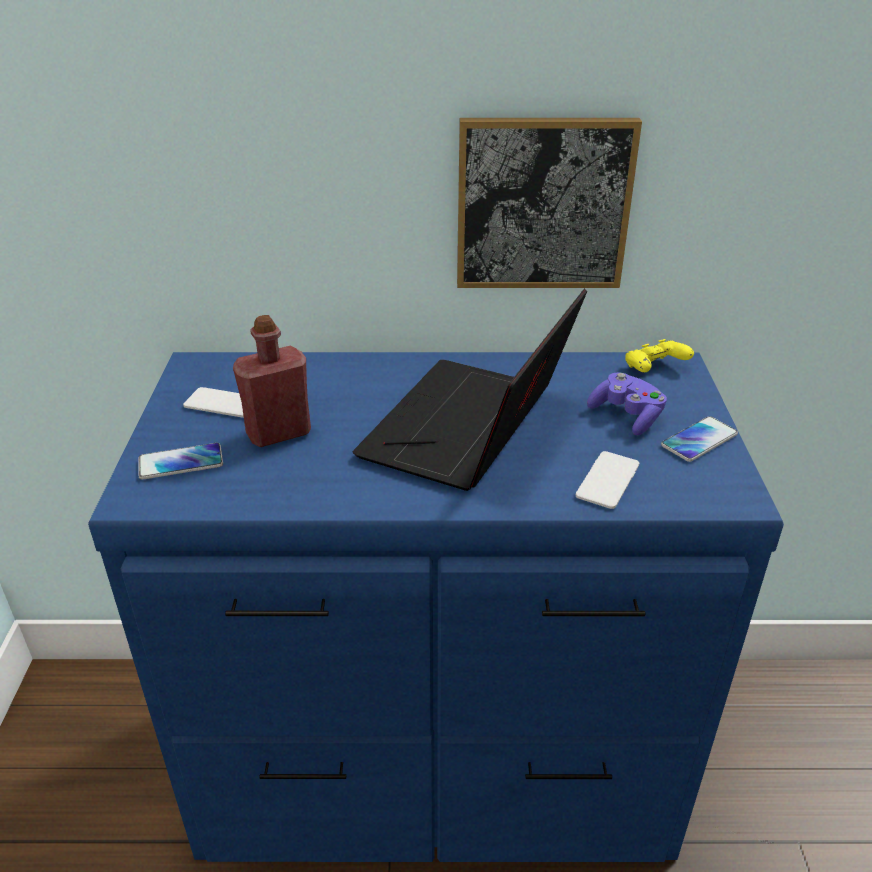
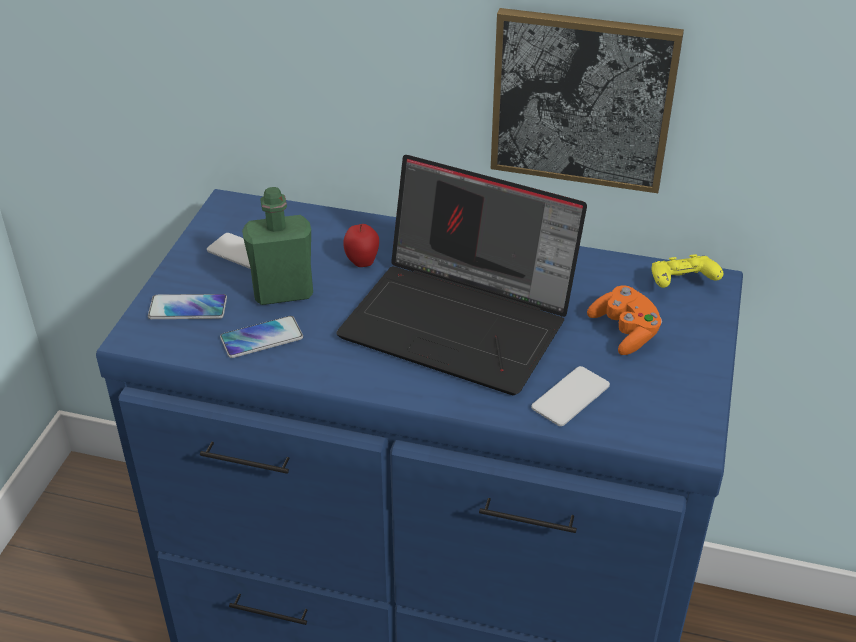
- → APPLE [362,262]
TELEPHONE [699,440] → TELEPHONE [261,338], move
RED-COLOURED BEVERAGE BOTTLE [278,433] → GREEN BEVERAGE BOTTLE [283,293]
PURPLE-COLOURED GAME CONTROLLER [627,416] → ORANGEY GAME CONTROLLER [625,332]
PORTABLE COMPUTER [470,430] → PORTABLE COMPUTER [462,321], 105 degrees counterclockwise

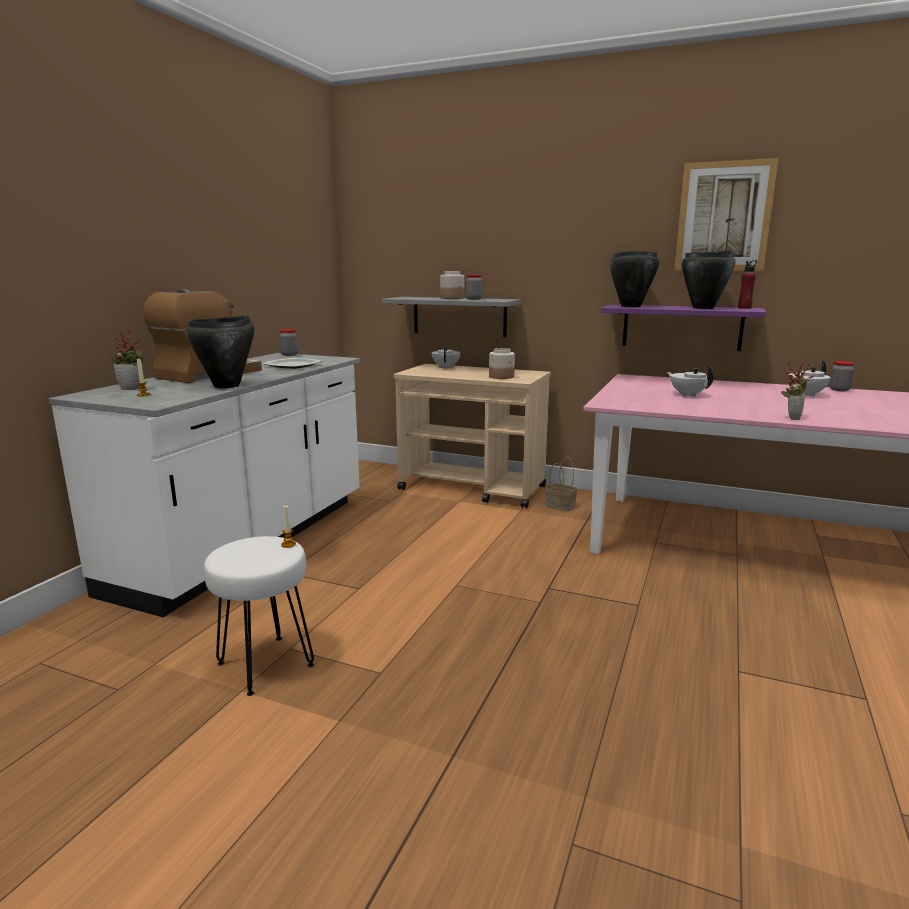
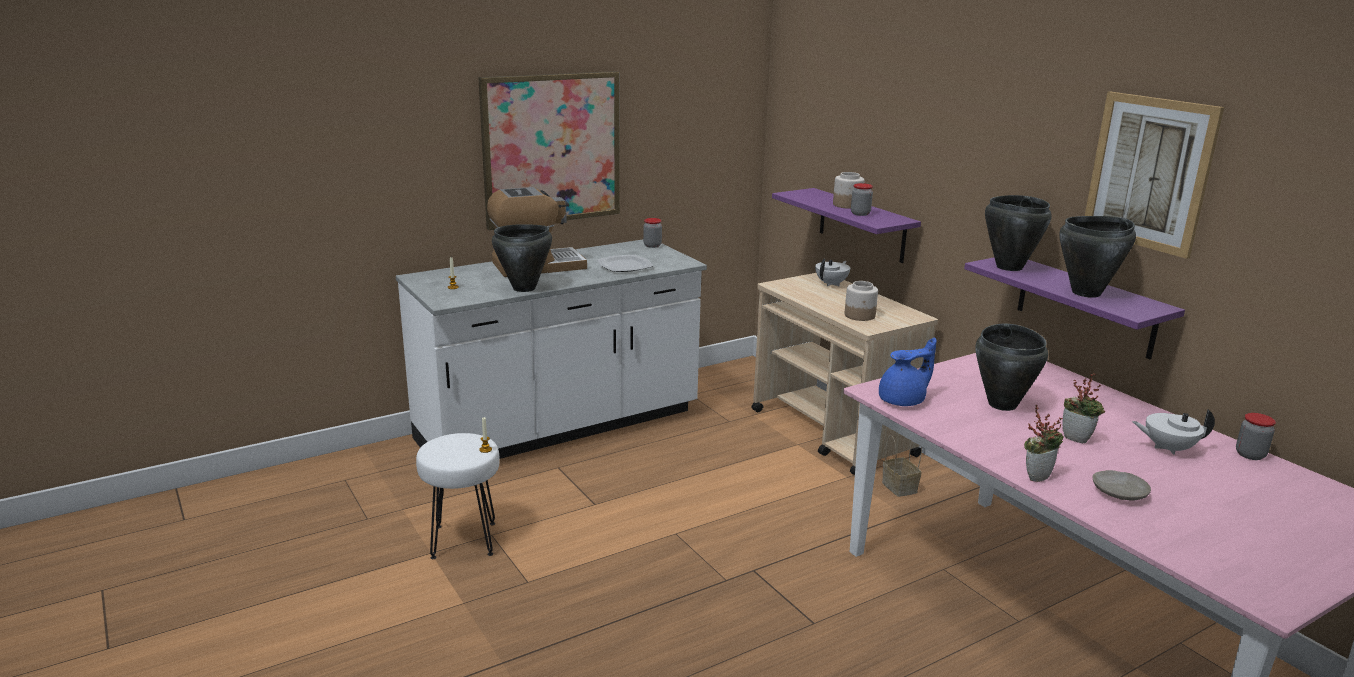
RED-COLOURED BEVERAGE BOTTLE [744,308] → -
- → PICTURE [552,149]
- → BLUE-COLOURED TEA POT [904,401]
- → BEIGE FLAT DISH [1119,493]
HOUSEPLANT [133,388] → HOUSEPLANT [1078,438], move
WHITE TEA POT [687,395] → BLACK-COLOURED SAUCEPOT [1003,404]
GRAY WALL SHELF [459,316] → PURPLE-COLOURED WALL SHELF [862,225]

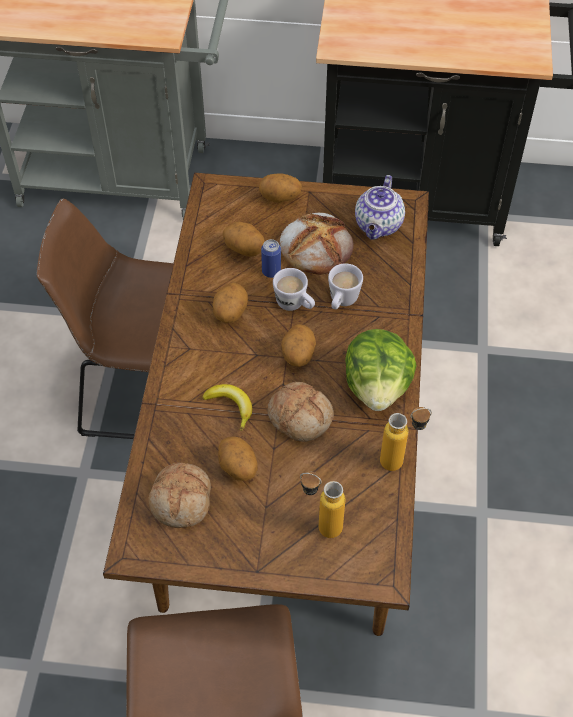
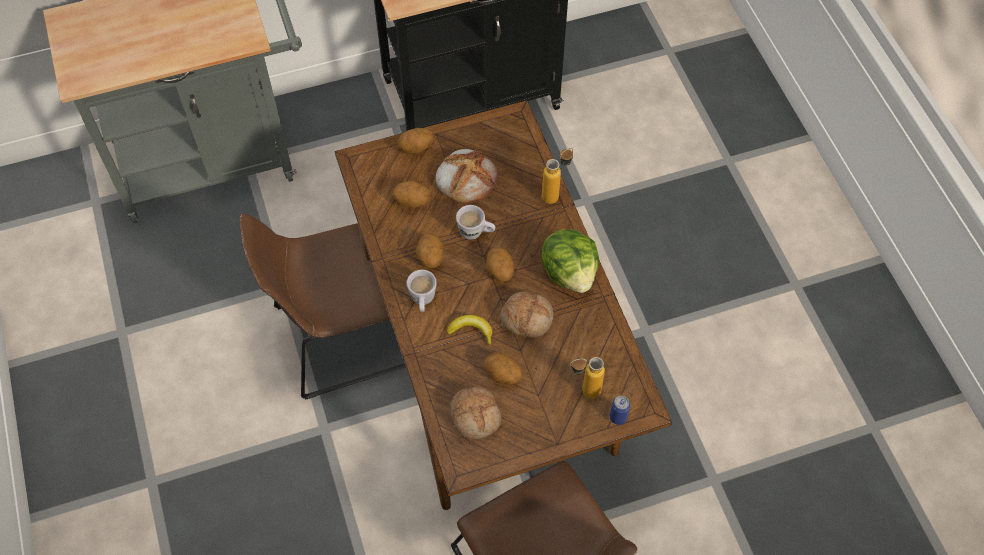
TEA POT [378,226] → -
SEALED CAN [271,271] → SEALED CAN [618,417], move
WHITE COFFEE MUG [341,302] → WHITE COFFEE MUG [422,301], move
BEVERAGE BOTTLE [401,460] → BEVERAGE BOTTLE [556,194], move

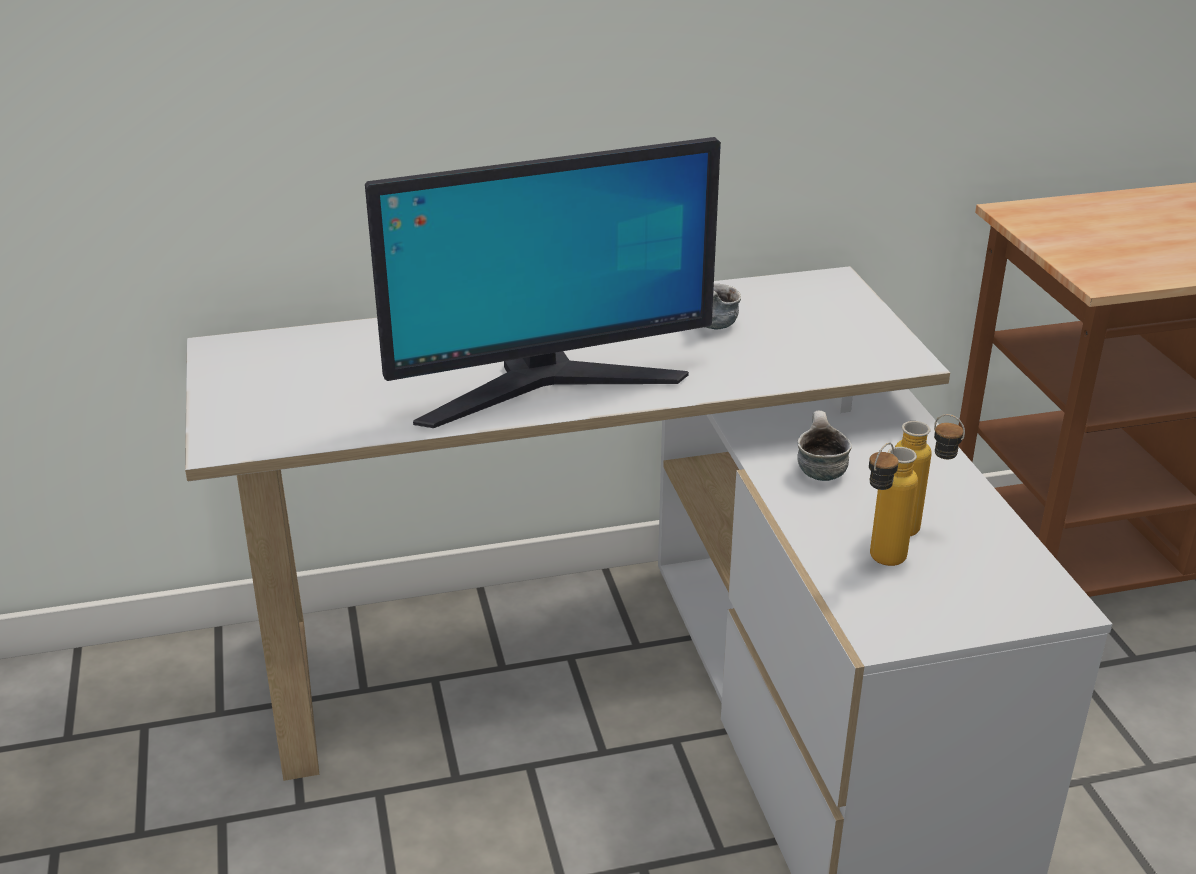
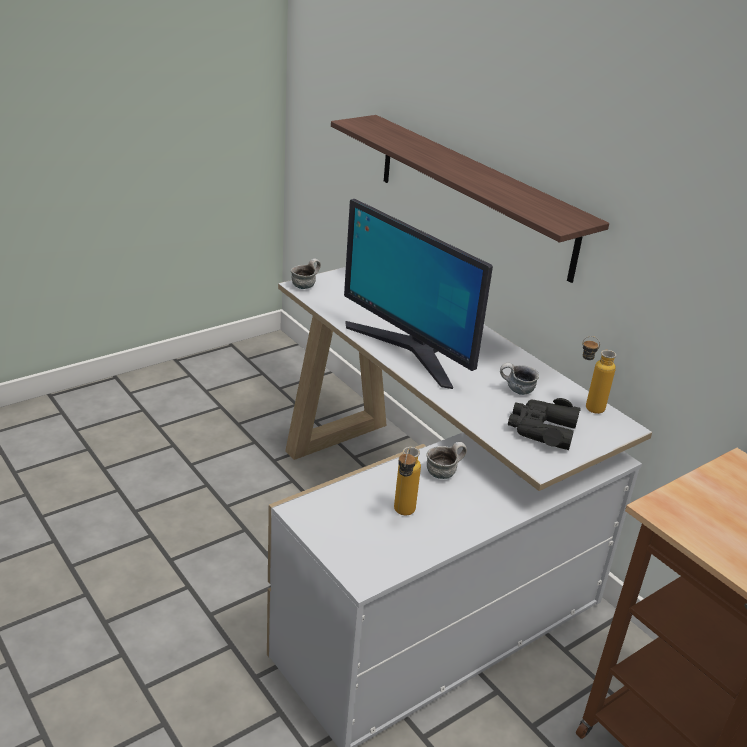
- → COFFEE MUG [305,285]
- → WALL SHELF [473,194]
- → BLACK-COLOURED FIELD GLASSES [541,430]
BEVERAGE BOTTLE [879,563] → BEVERAGE BOTTLE [586,407], move

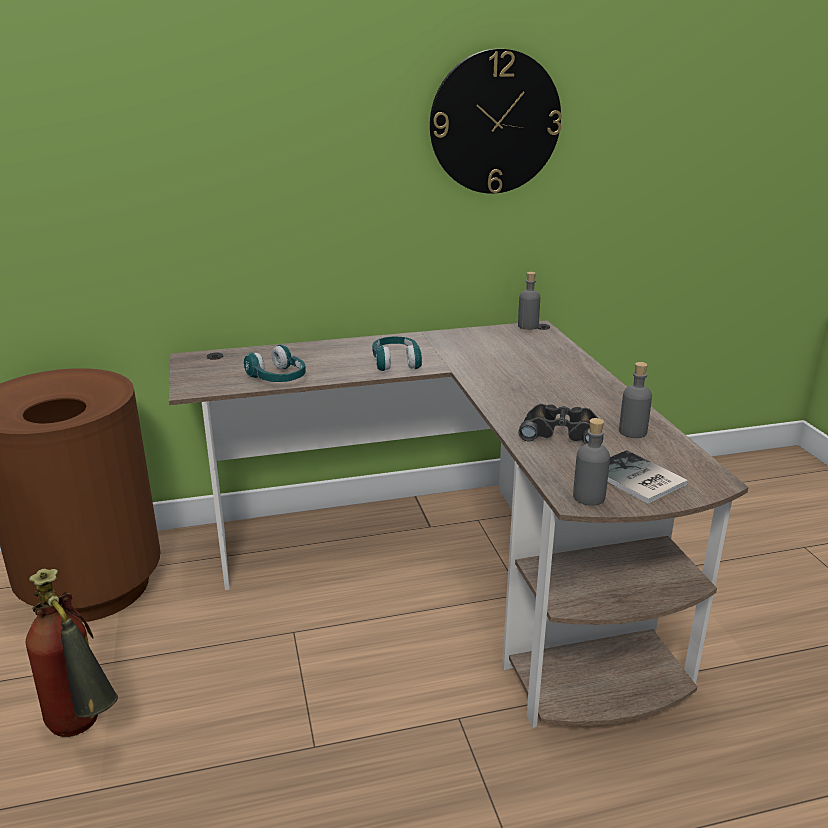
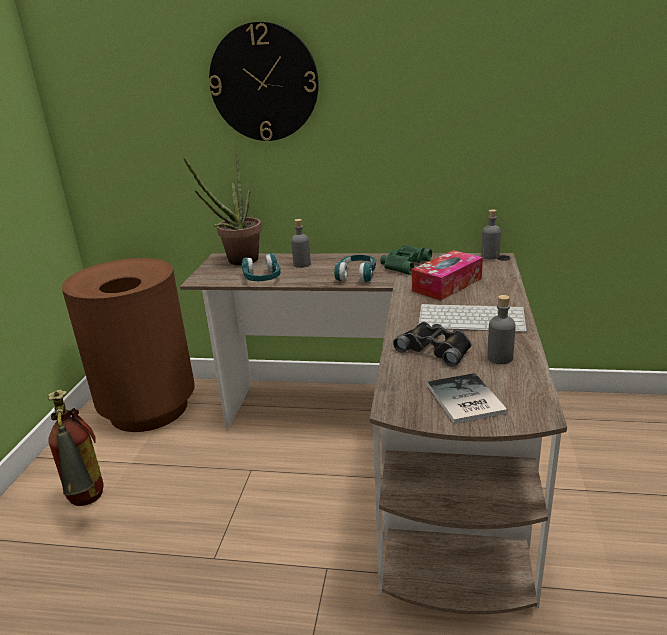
- → HOUSEPLANT [238,262]
- → GREEN FIELD GLASSES [404,264]
- → TISSUE HOLDER [447,285]
- → KEYBOARD [472,319]
WALL CLOCK [495,123] → WALL CLOCK [264,83], move
GRAY BEVERAGE BOTTLE [588,497] → GRAY BEVERAGE BOTTLE [302,264], move

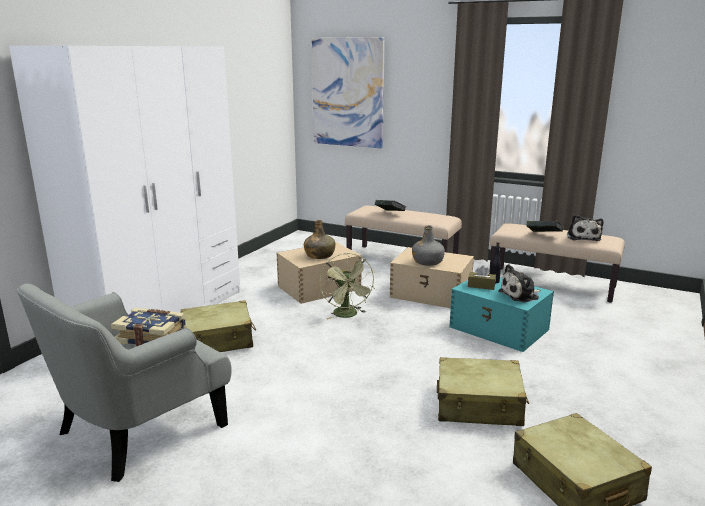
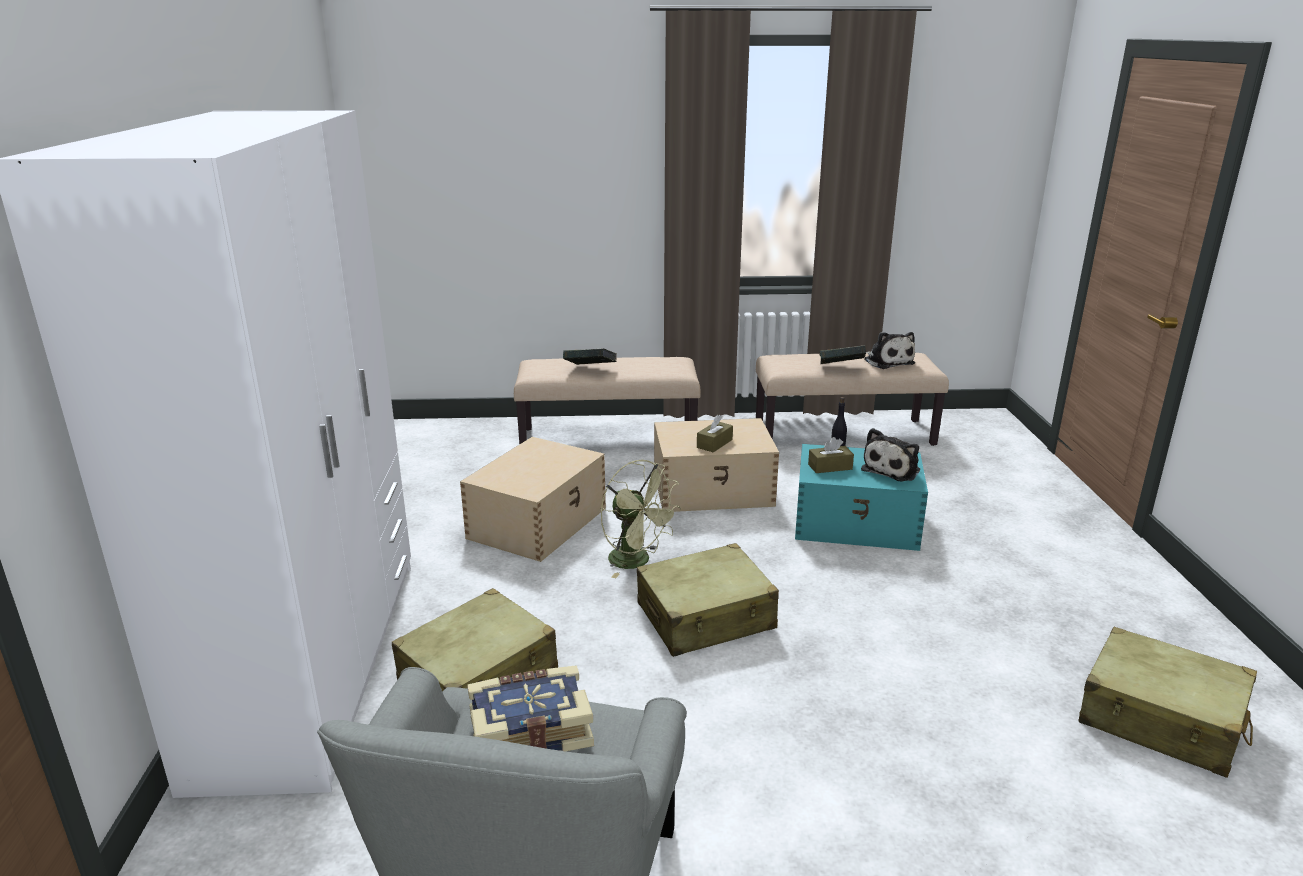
GREEN BEVERAGE BOTTLE [319,256] → -
PICTURE [348,93] → -
BEIGE PIECE OF LUGGAGE [479,405] → BEIGE PIECE OF LUGGAGE [706,617], move
GRAY BEVERAGE BOTTLE [427,262] → BROWN TISSUE HOLDER [714,443]

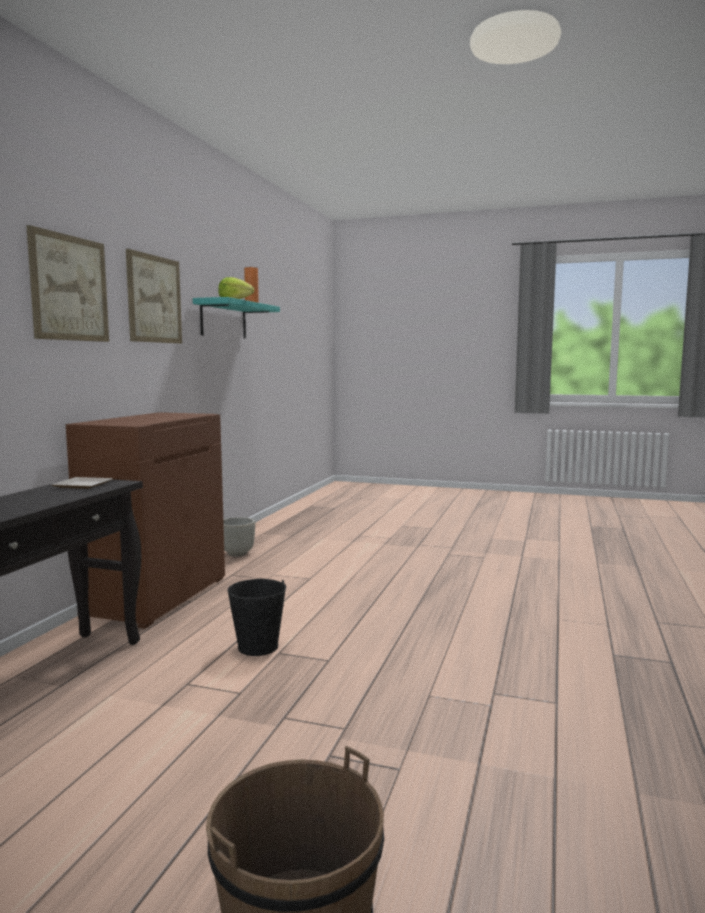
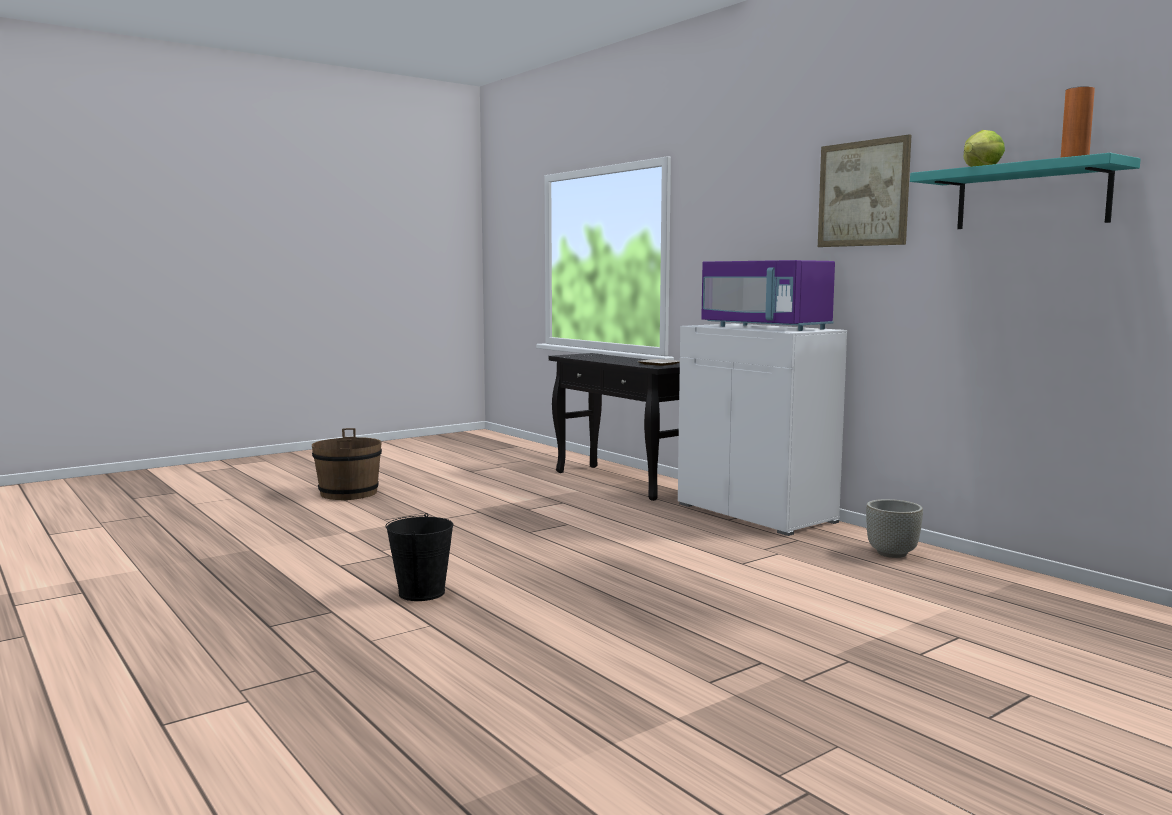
PICTURE [69,288] → -
- → PURPLE-COLOURED MICROWAVE OVEN [765,328]
BLACK-COLOURED PAIL [257,647] → BLACK-COLOURED PAIL [422,593], move
BROWN STORAGE CABINET [156,596] → WHITE STORAGE CABINET [757,513]

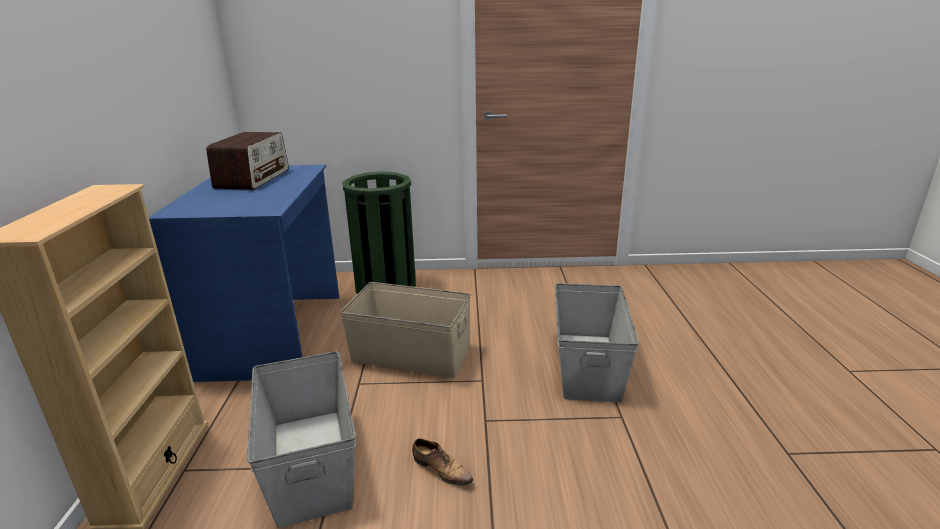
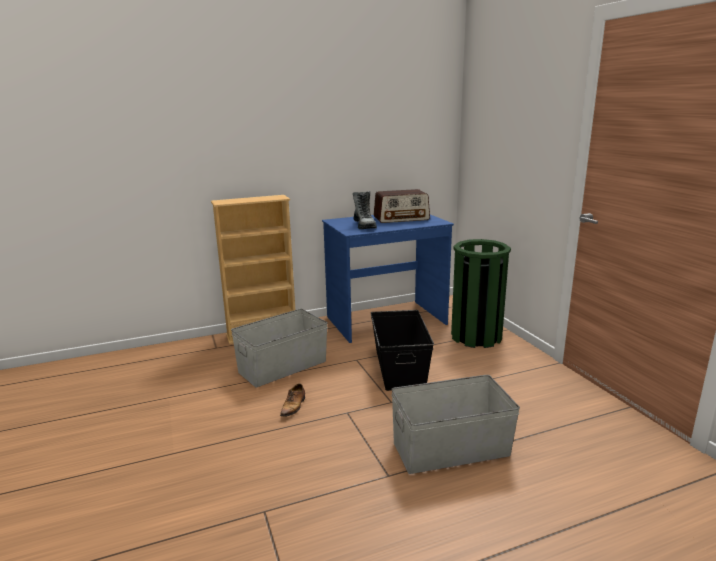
- → BOOT [364,225]
BEIGE STORAGE CONTAINER [410,355] → BLACK-COLOURED STORAGE CONTAINER [400,368]

